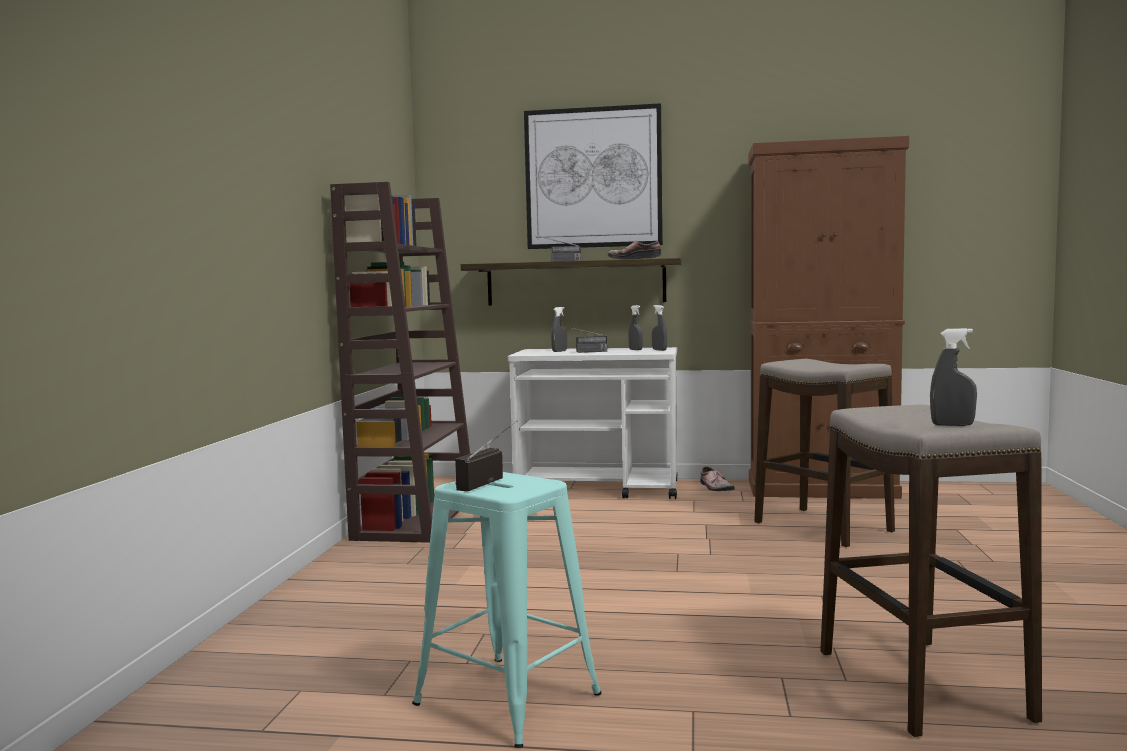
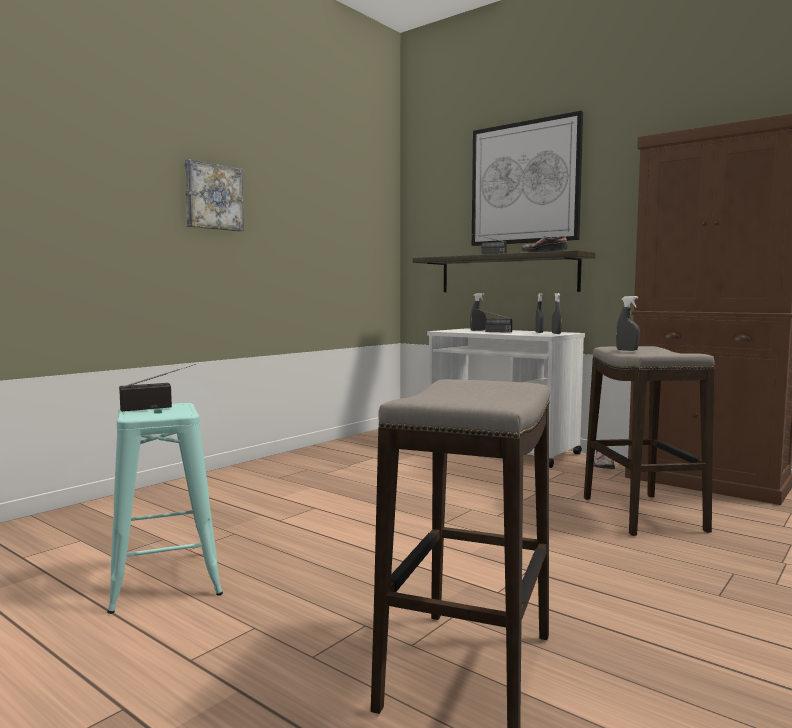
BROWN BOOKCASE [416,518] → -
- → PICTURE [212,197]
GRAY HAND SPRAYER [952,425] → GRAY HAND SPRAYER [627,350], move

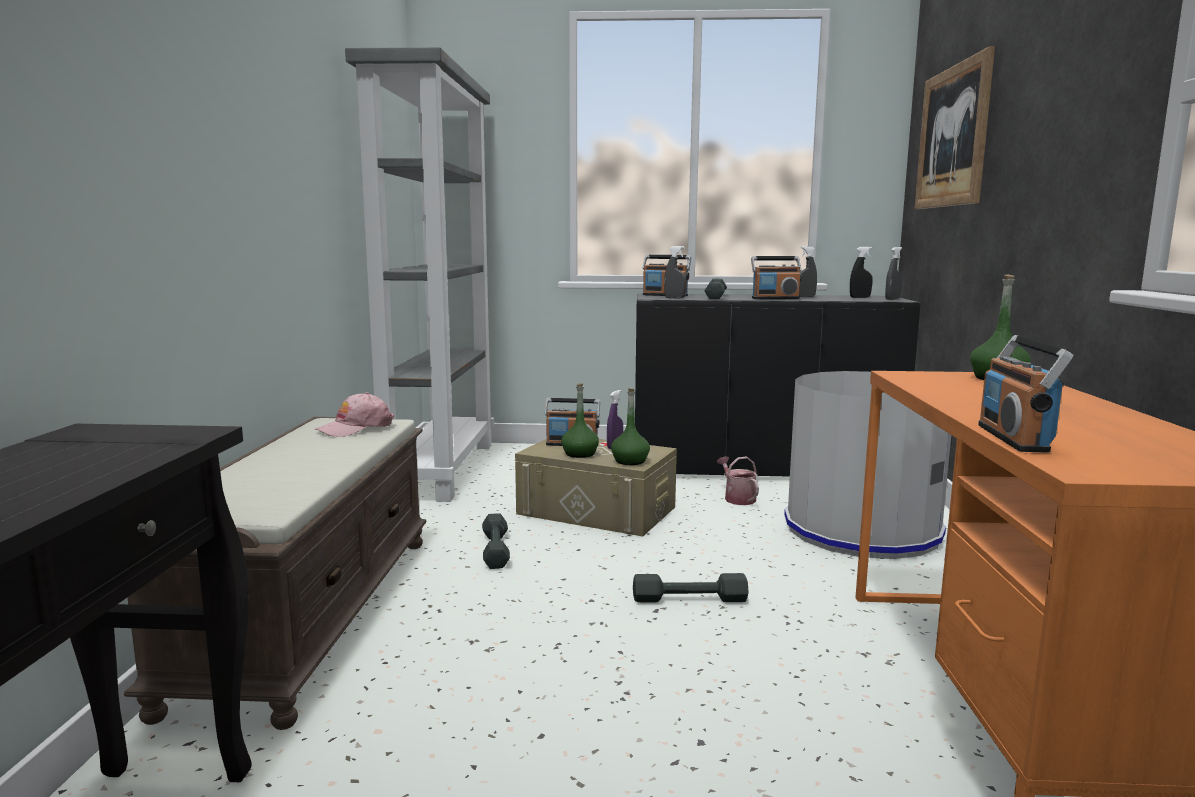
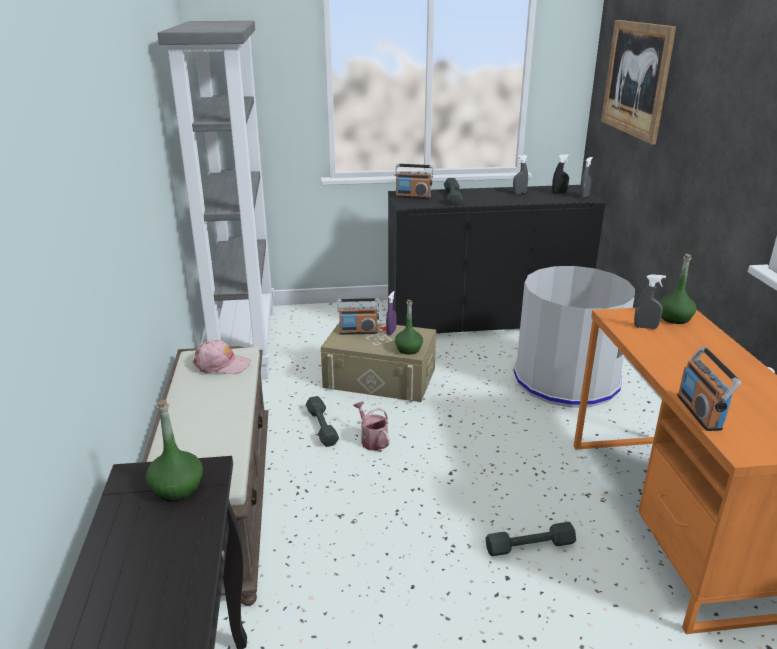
RADIO [775,298] → -
GREEN BEVERAGE BOTTLE [579,454] → GREEN BEVERAGE BOTTLE [177,488], move
GRAY DUMBBELL [689,599] → GRAY DUMBBELL [529,546], move
GRAY HAND SPRAYER [674,298] → GRAY HAND SPRAYER [645,327], move
WATERING POT [737,498] → WATERING POT [372,440], move
PINKISH PEAKED CAP [355,428] → PINKISH PEAKED CAP [221,364], 120 degrees counterclockwise

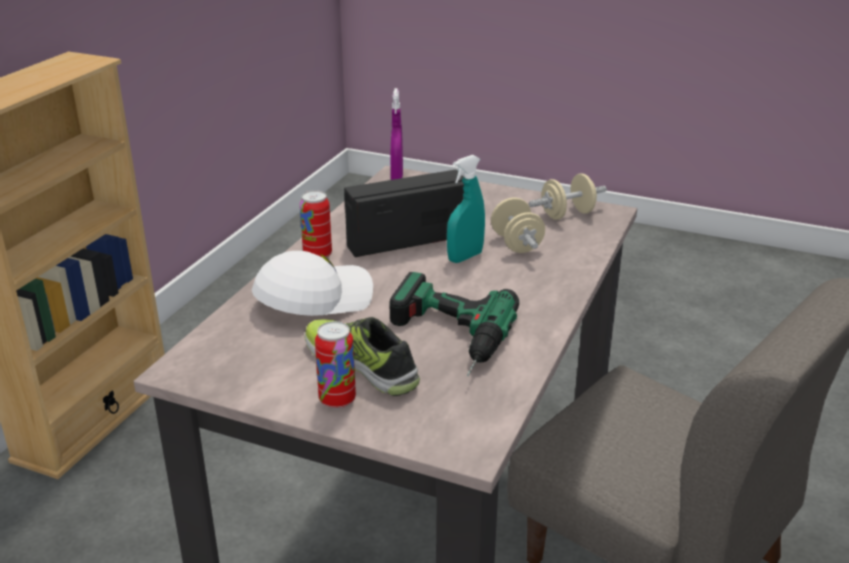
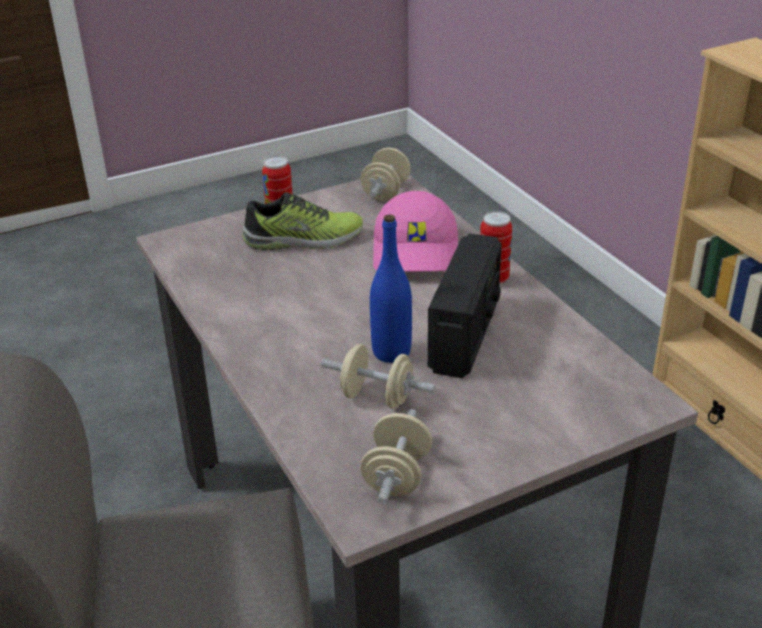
POWER DRILL [444,338] → -
PURPLE-COLOURED HAND SPRAYER [397,178] → -
- → BEIGE DUMBBELL [386,192]
TURQUOISE-COLOURED HAND SPRAYER [465,257] → BLUE-COLOURED BEVERAGE BOTTLE [391,352]
WHITE PEAKED CAP [313,299] → PINKISH PEAKED CAP [417,252]

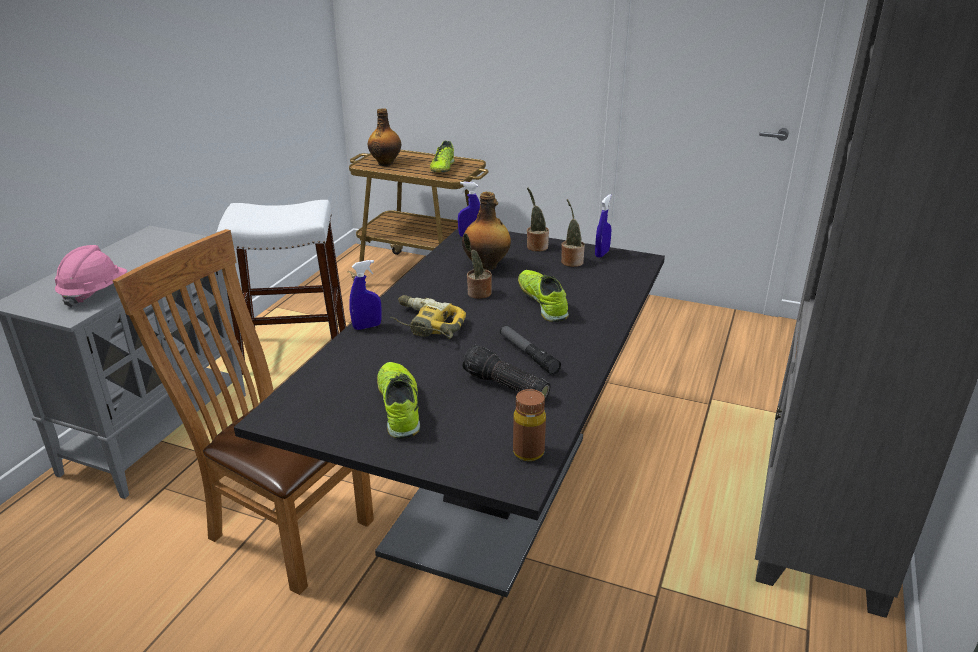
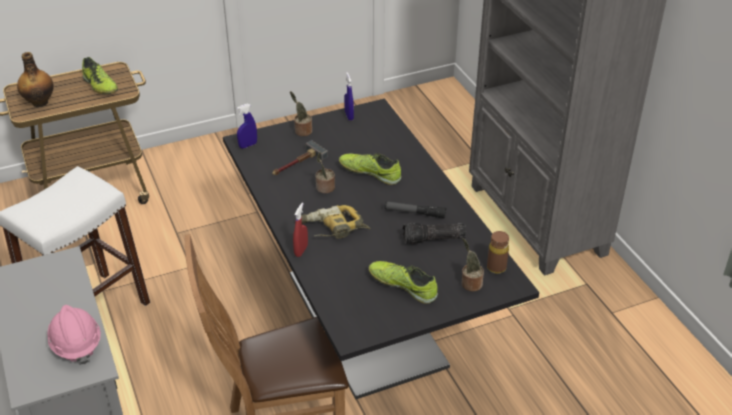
HOUSEPLANT [571,261] → HOUSEPLANT [470,283], move
BEVERAGE BOTTLE [486,266] → HAMMER [296,164]
BLUE-COLOURED HAND SPRAYER [367,326] → RED-COLOURED HAND SPRAYER [301,250]

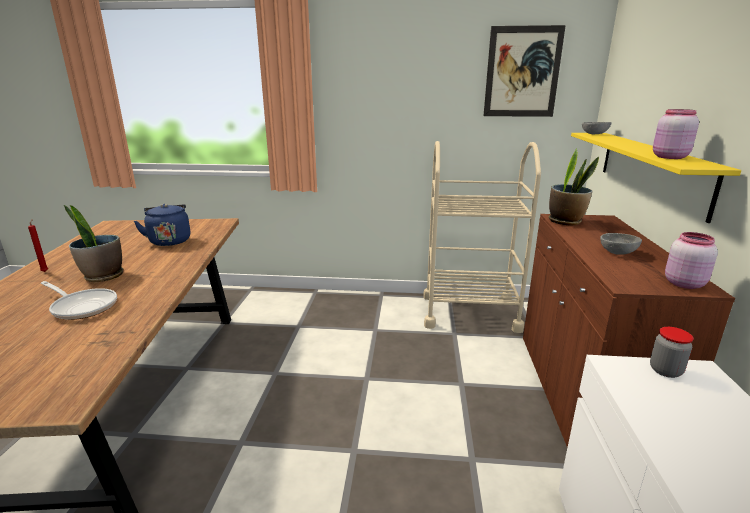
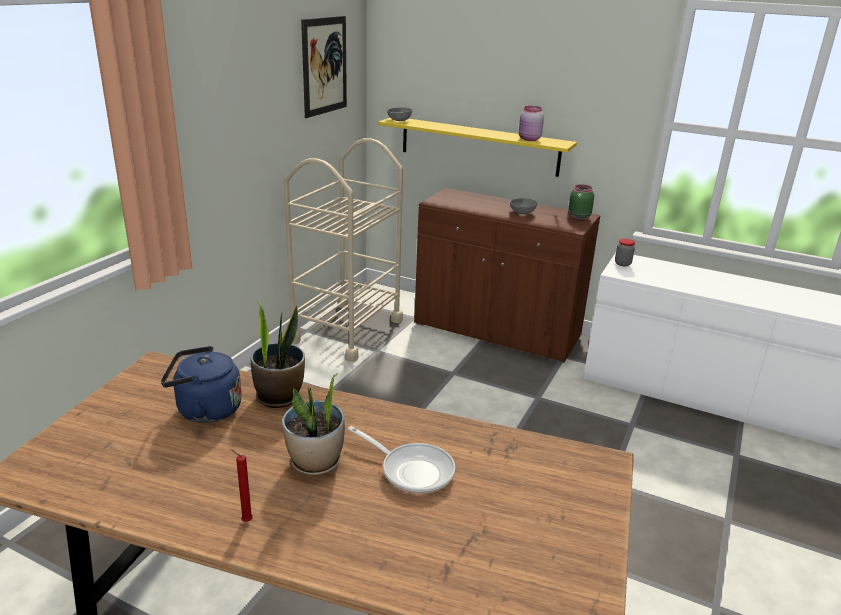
HOUSEPLANT [565,221] → HOUSEPLANT [279,396], move
PINKISH PRESERVE JAR [683,283] → GREEN PRESERVE JAR [578,217]
SKILLET [82,307] → SKILLET [412,470], 75 degrees clockwise

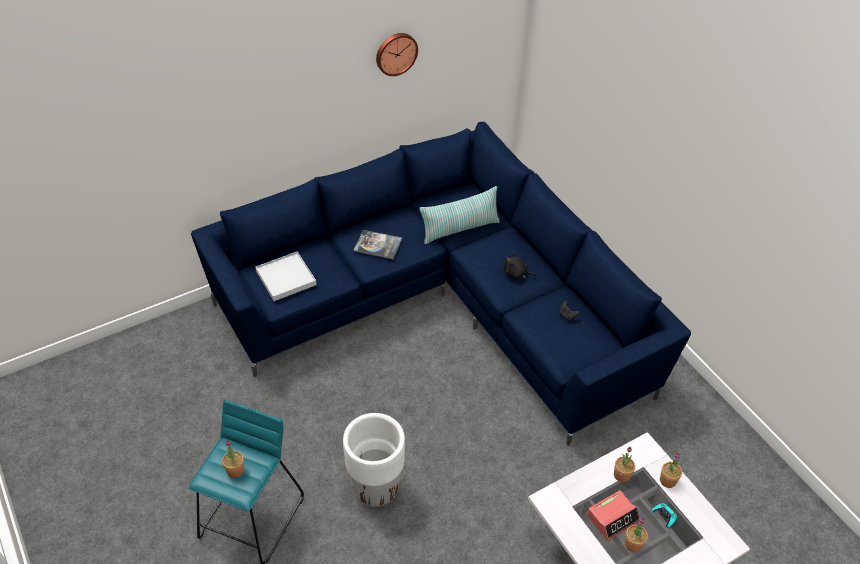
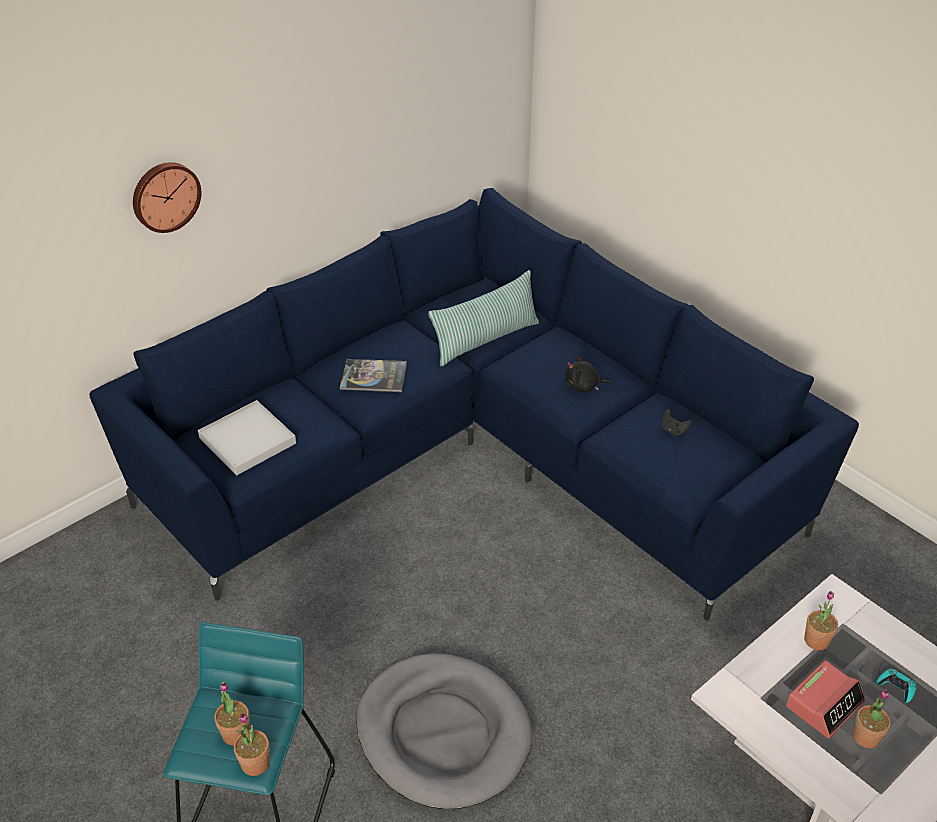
WALL CLOCK [395,53] → WALL CLOCK [165,196], move
HOUSEPLANT [667,480] → HOUSEPLANT [255,763], move
WHITE PLANT POT [376,489] → GRAY DOG BED [443,733]

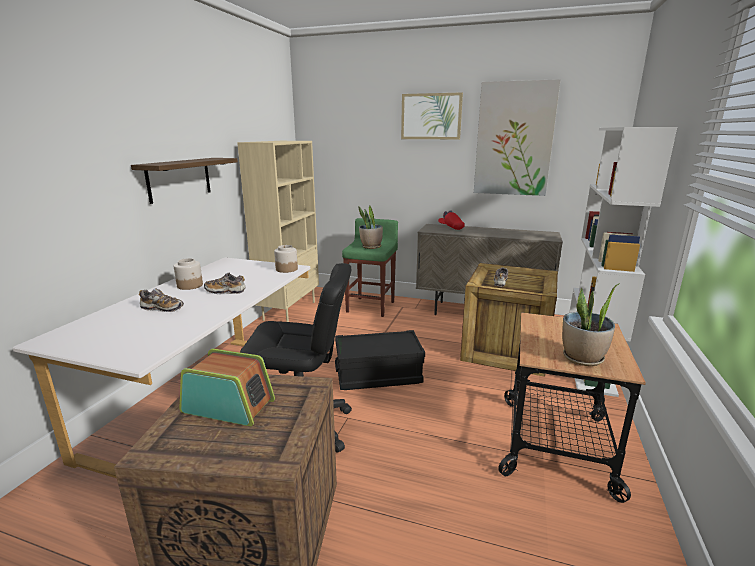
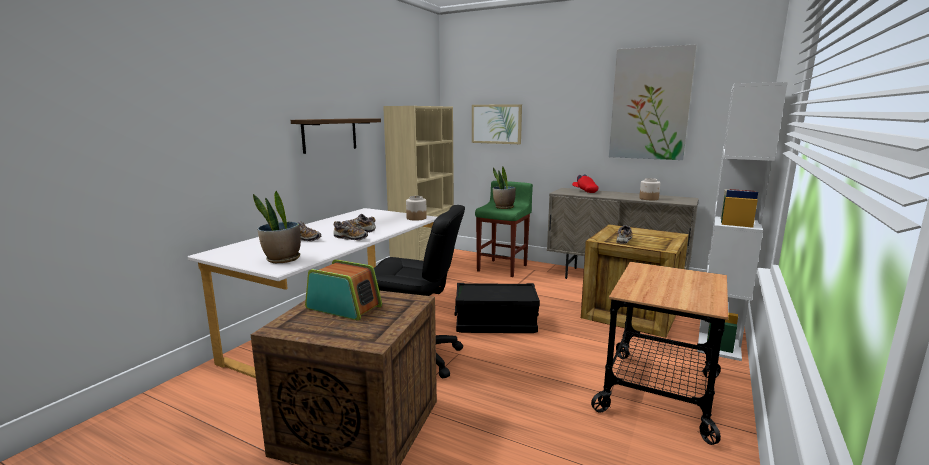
- → LOW SHOE [350,238]
PRESERVE JAR [190,285] → PRESERVE JAR [649,198], move
PICTURE [431,116] → PICTURE [496,124], move
HOUSEPLANT [582,358] → HOUSEPLANT [282,259], move

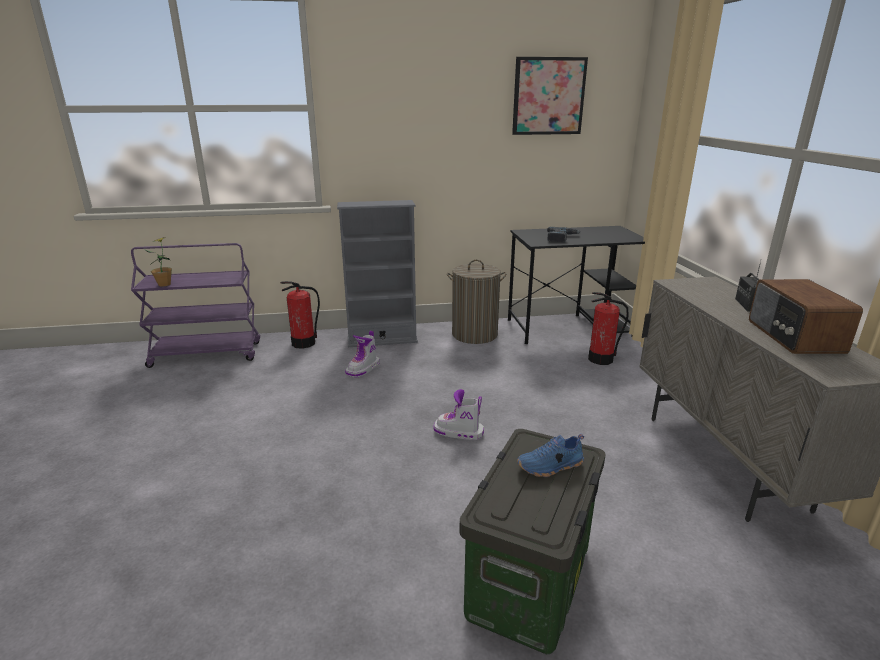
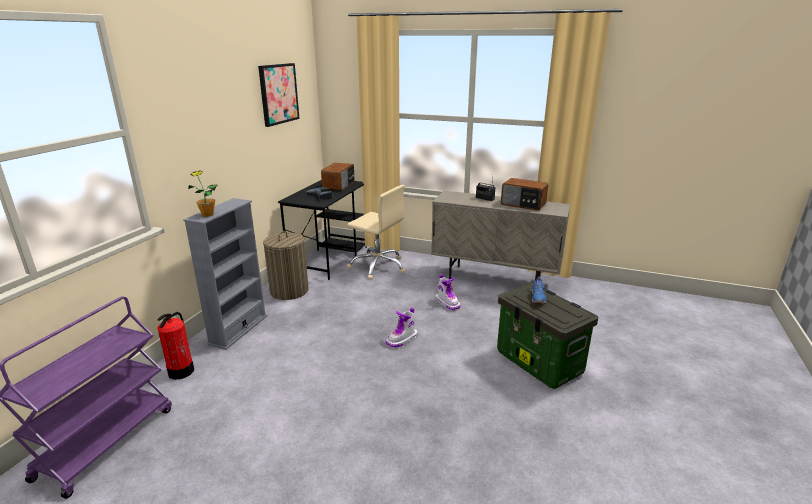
- → RADIO [339,185]
HOUSEPLANT [164,284] → HOUSEPLANT [207,215], move
BOOT [363,369] → BOOT [447,303], move
FIRE-FIGHTING CYLINDER [601,359] → BEIGE DESK CHAIR [378,266]

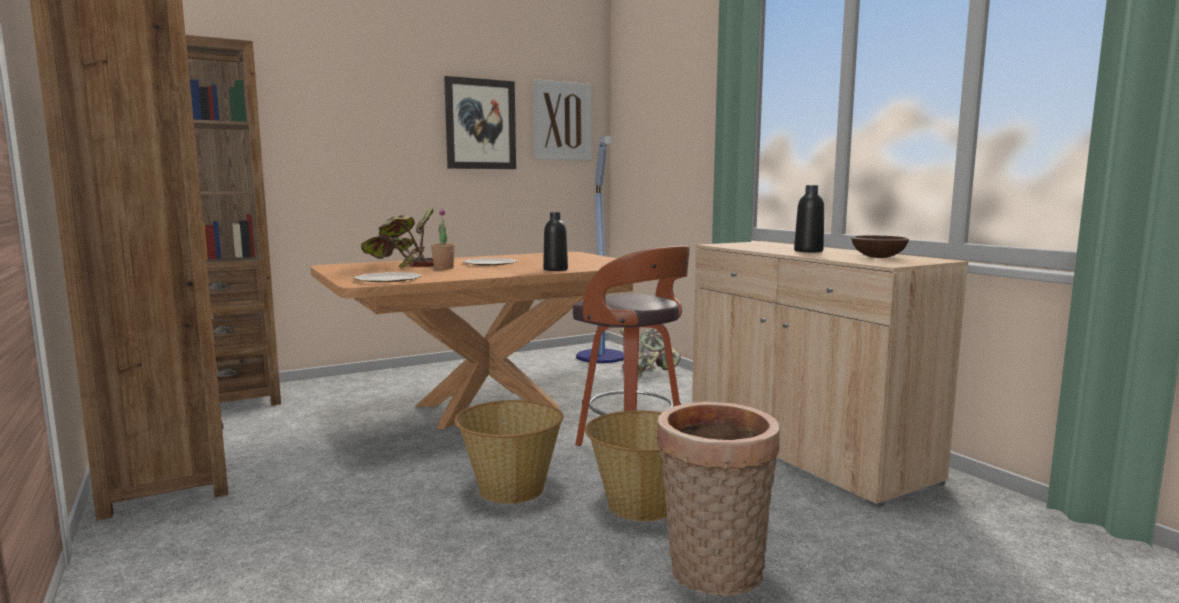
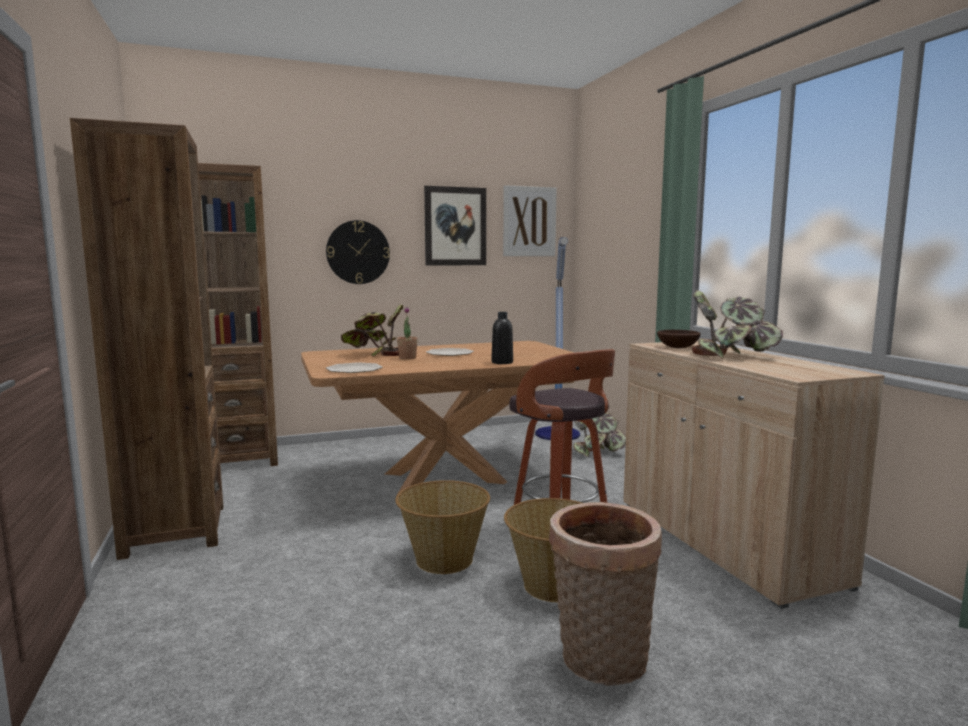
- → WALL CLOCK [358,252]
BROWN DEEP DISH [877,257] → BROWN DEEP DISH [677,347], move
BLACK-COLOURED BEVERAGE BOTTLE [808,251] → HOUSEPLANT [730,356]

